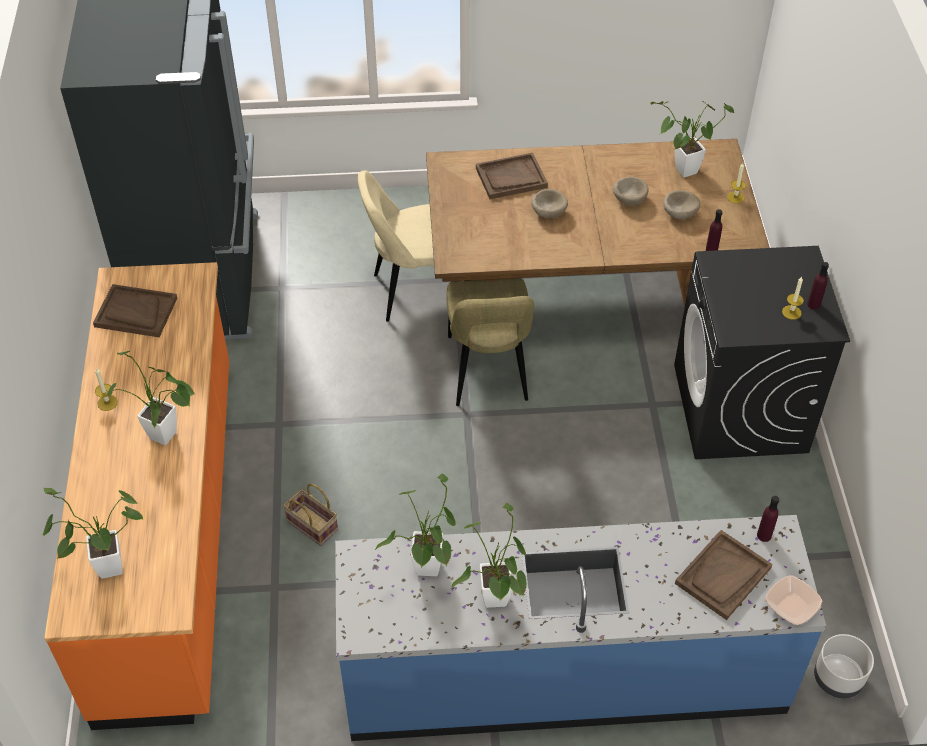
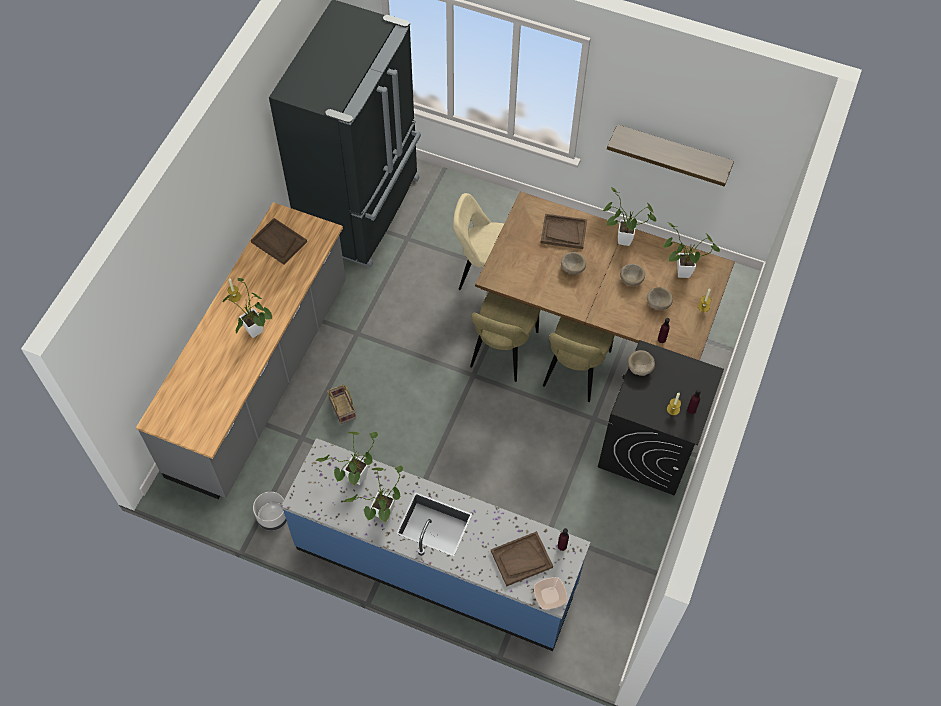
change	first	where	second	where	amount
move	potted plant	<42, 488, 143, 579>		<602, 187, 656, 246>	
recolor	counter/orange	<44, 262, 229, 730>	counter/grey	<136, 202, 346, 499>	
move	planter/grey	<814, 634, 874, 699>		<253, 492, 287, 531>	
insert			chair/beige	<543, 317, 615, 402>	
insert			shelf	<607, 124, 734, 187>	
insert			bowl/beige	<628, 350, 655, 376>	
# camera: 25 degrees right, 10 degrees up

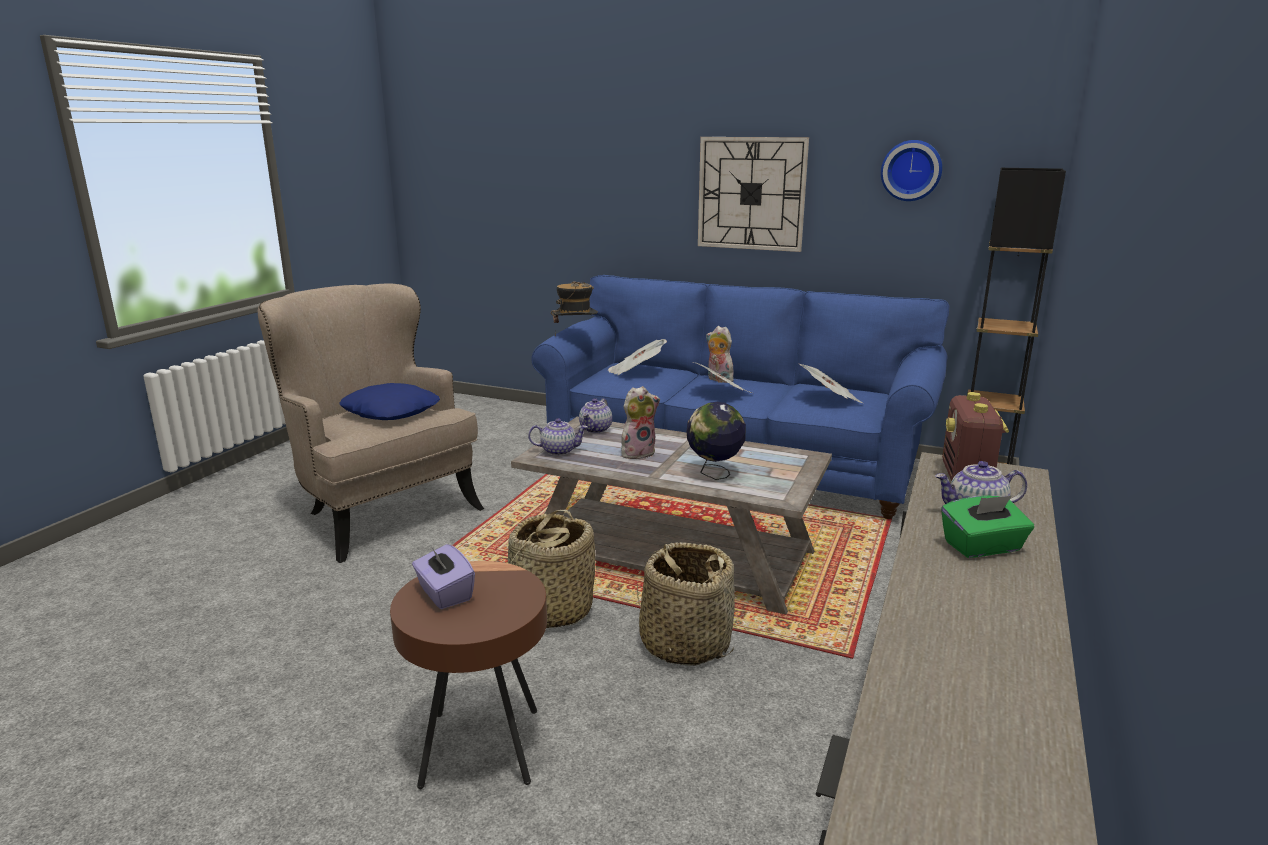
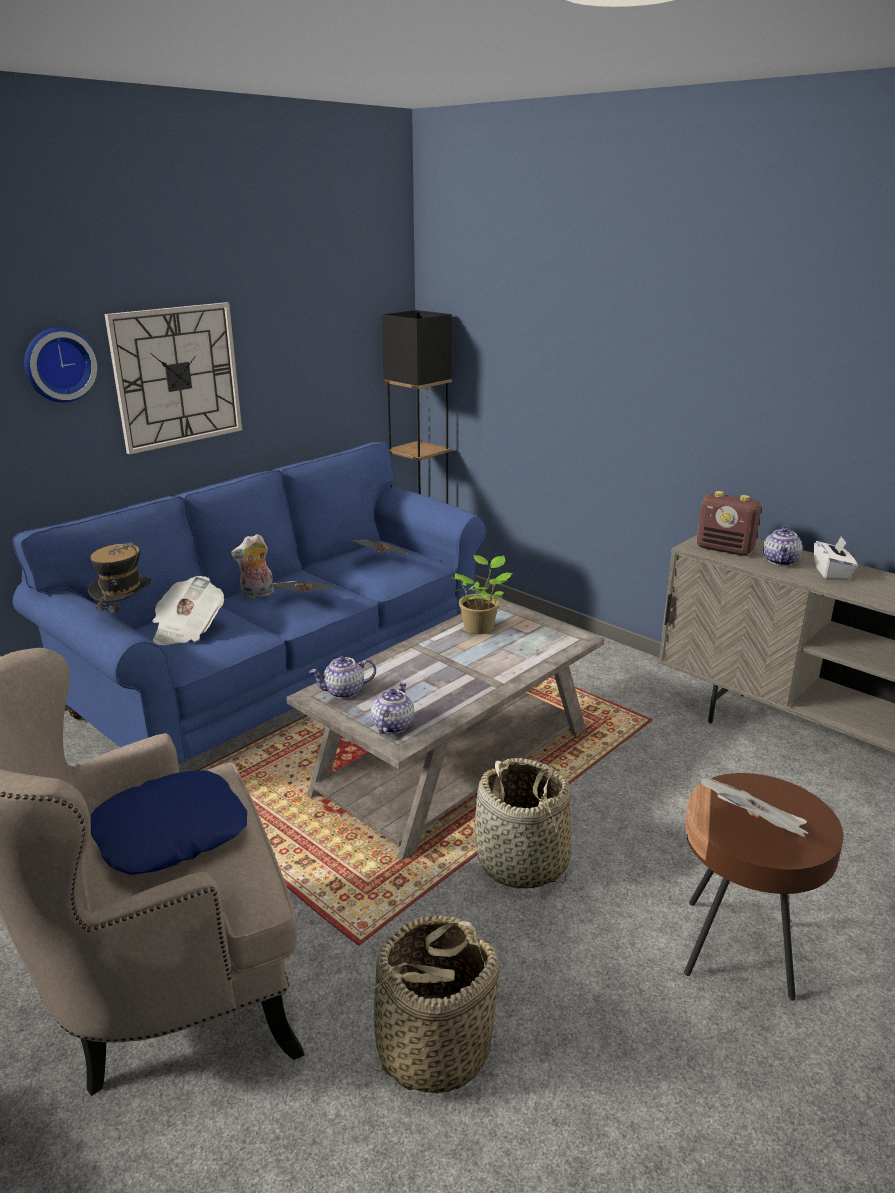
change	first	where	second	where	amount
replace	tissue box/purple	<412, 544, 475, 609>	newspaper	<701, 778, 809, 837>	
rotate	teapot	<579, 398, 612, 433>		<309, 656, 376, 699>	120 degrees clockwise
delete	plush toy	<621, 386, 660, 459>			
move	basket	<637, 542, 735, 666>		<350, 915, 499, 1094>	
delete	globe	<687, 402, 746, 480>			
move	wall clock	<881, 140, 942, 201>		<24, 327, 98, 403>	
recolor	tissue box/green	<941, 496, 1034, 558>	tissue box/white	<814, 536, 857, 580>	
insert			potted plant	<453, 555, 512, 634>	
# camera: 70 degrees left, 5 degrees up

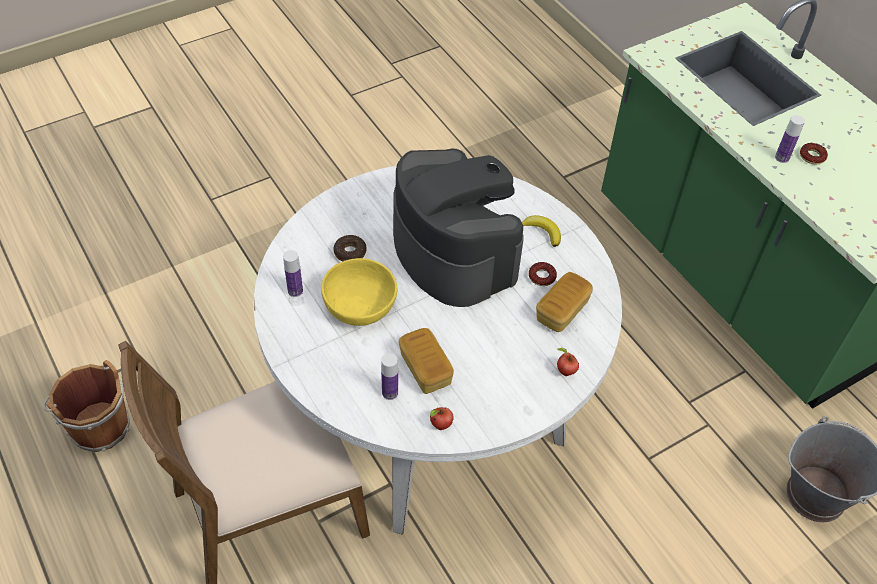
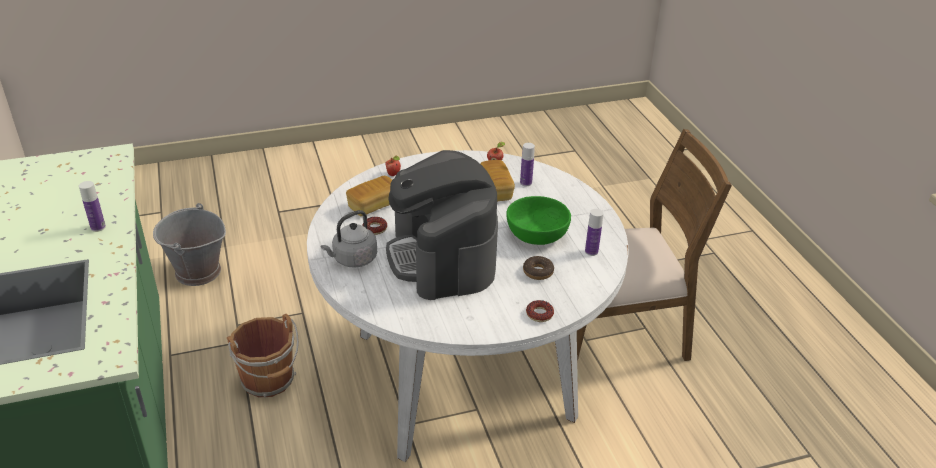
change	first	where	second	where	amount
move	bucket/brown	<43, 360, 130, 452>		<227, 314, 299, 397>	
recolor	bowl/yellow	<321, 258, 397, 326>	bowl/green	<506, 196, 571, 245>	
replace	banana	<522, 215, 561, 247>	kettle/grey	<321, 210, 377, 268>	
move	donut	<800, 143, 828, 165>		<526, 300, 554, 322>	
# camera: 165 degrees left, 15 degrees down

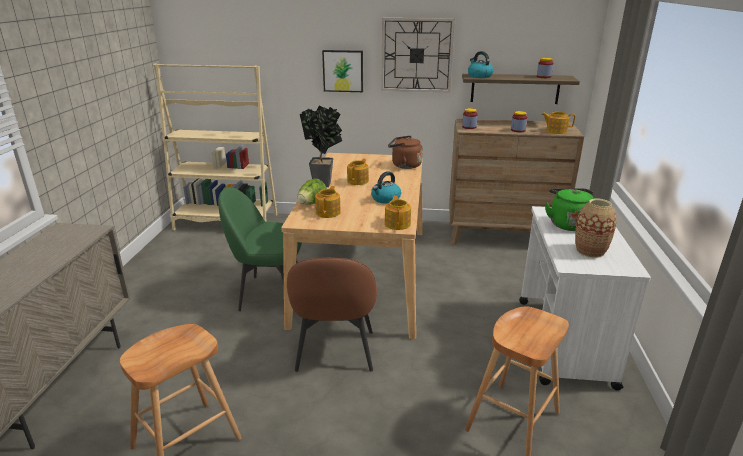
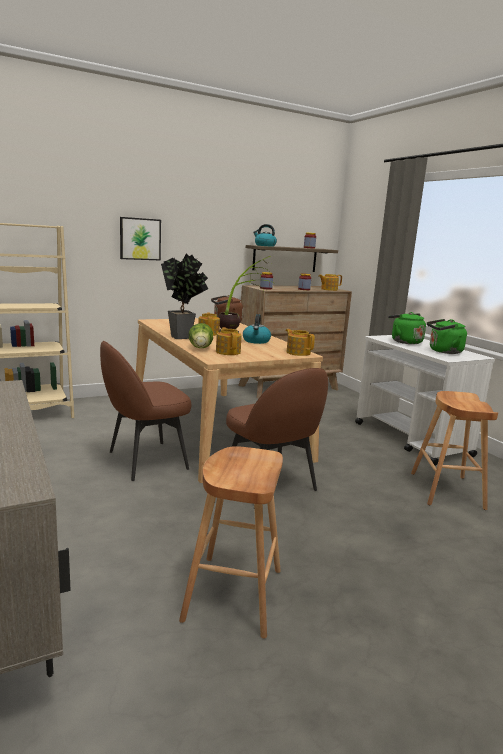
change	first	where	second	where	amount
recolor	chair/green	<218, 187, 302, 311>	chair/brown	<100, 341, 191, 481>	
delete	wall clock	<381, 18, 455, 92>			
replace	vase	<575, 198, 617, 258>	kettle/green	<427, 319, 467, 354>	
insert			potted plant	<218, 256, 273, 333>	
# camera: 35 degrees left, 10 degrees down

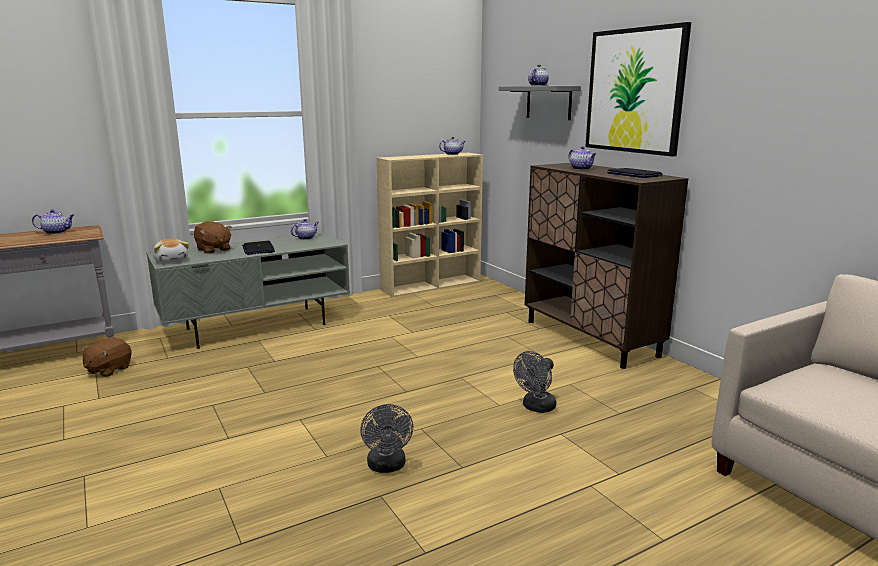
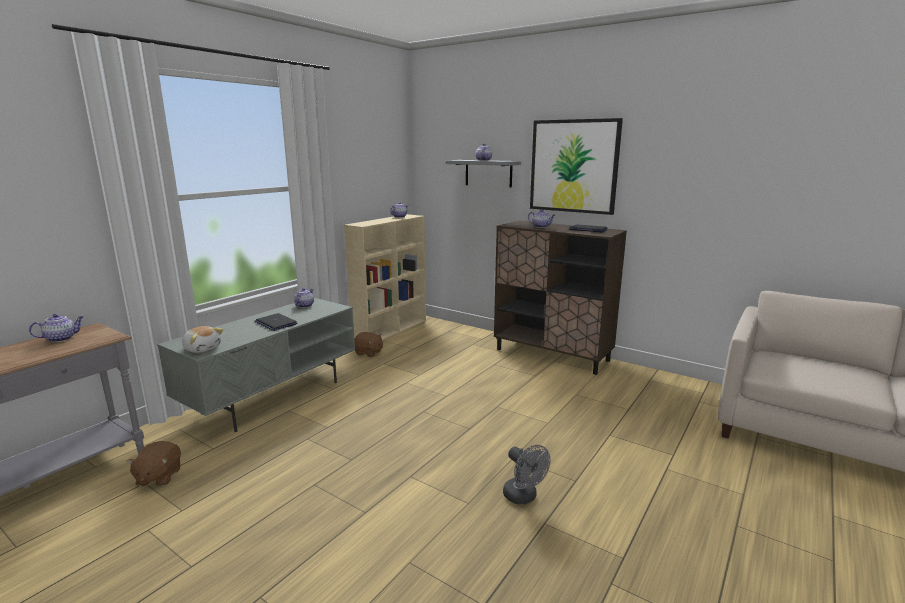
change	first	where	second	where	amount
move	plush toy/brown	<194, 221, 232, 254>		<354, 332, 383, 357>	
delete	fan/grey	<513, 351, 556, 413>			
# camera: 25 degrees left, 0 degrees up

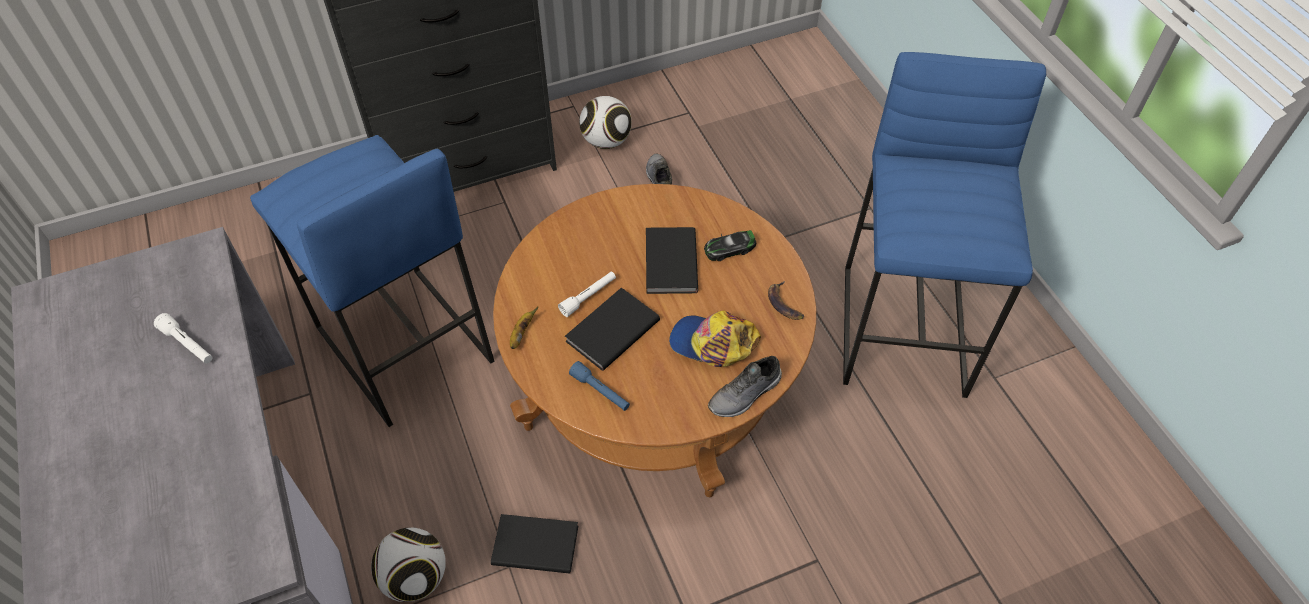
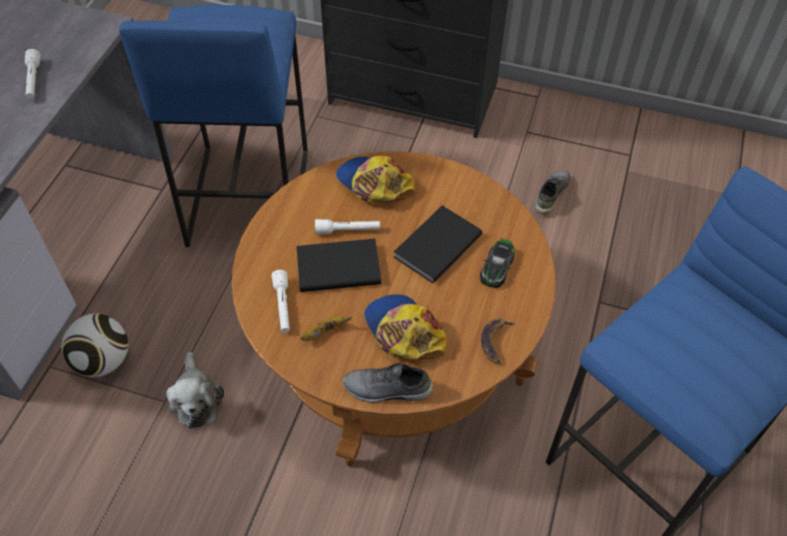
change	first	where	second	where	amount
replace	book/black	<491, 514, 578, 574>	plush toy	<166, 352, 224, 429>	
move	banana	<510, 307, 538, 349>		<301, 316, 352, 341>	
recolor	flashlight/blue	<569, 361, 630, 411>	flashlight/white	<272, 270, 290, 333>	
delete	football	<579, 96, 632, 149>			
rotate	toy car	<704, 230, 756, 261>		<480, 238, 514, 288>	90 degrees counterclockwise
insert			cap	<336, 156, 415, 204>	
# camera: 40 degrees right, 0 degrees up

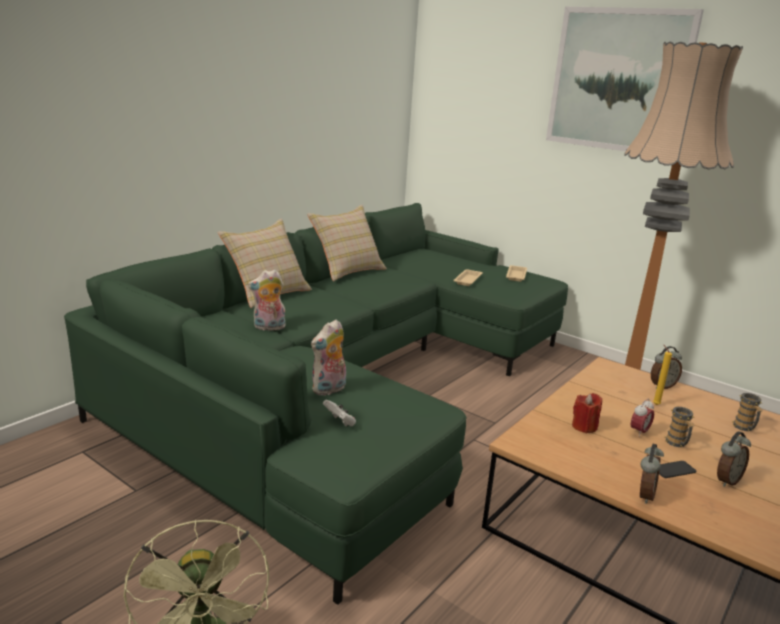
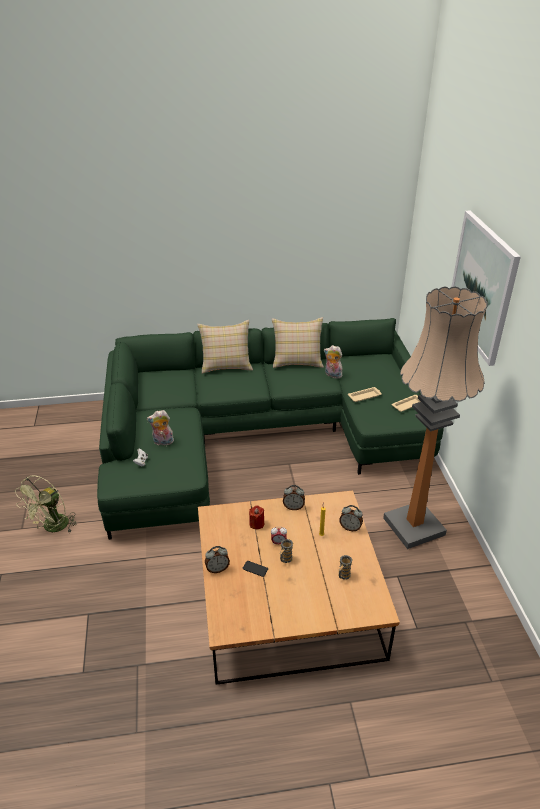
change	first	where	second	where	amount
move	plush toy	<248, 269, 286, 330>		<324, 345, 343, 379>	
move	alarm clock	<717, 431, 751, 487>		<283, 485, 305, 510>	
# camera: 45 degrees right, 15 degrees up

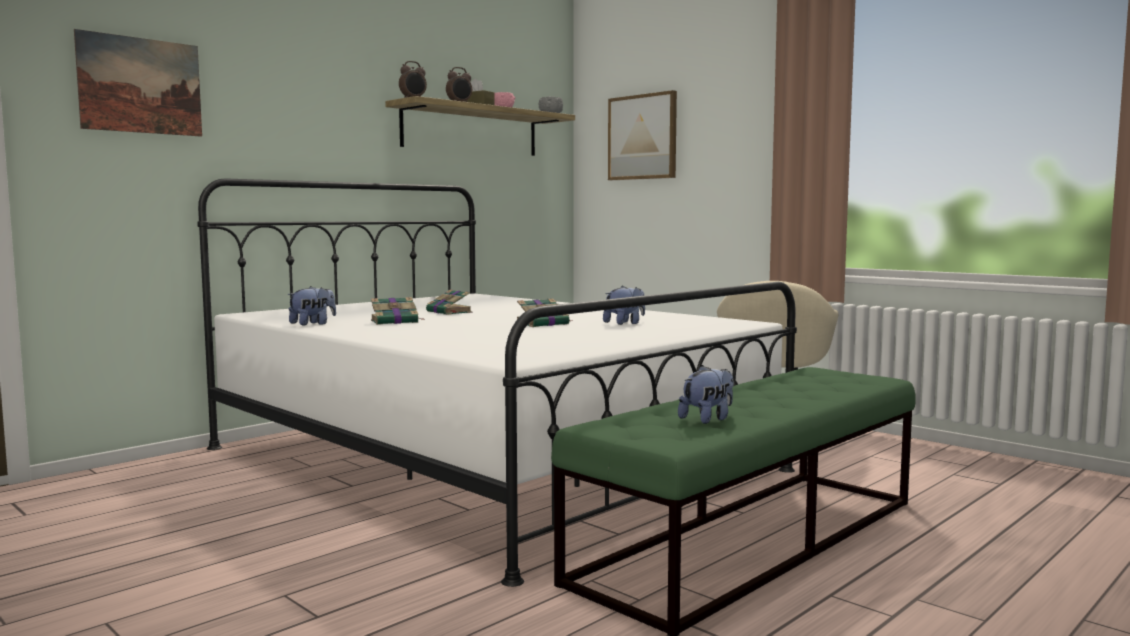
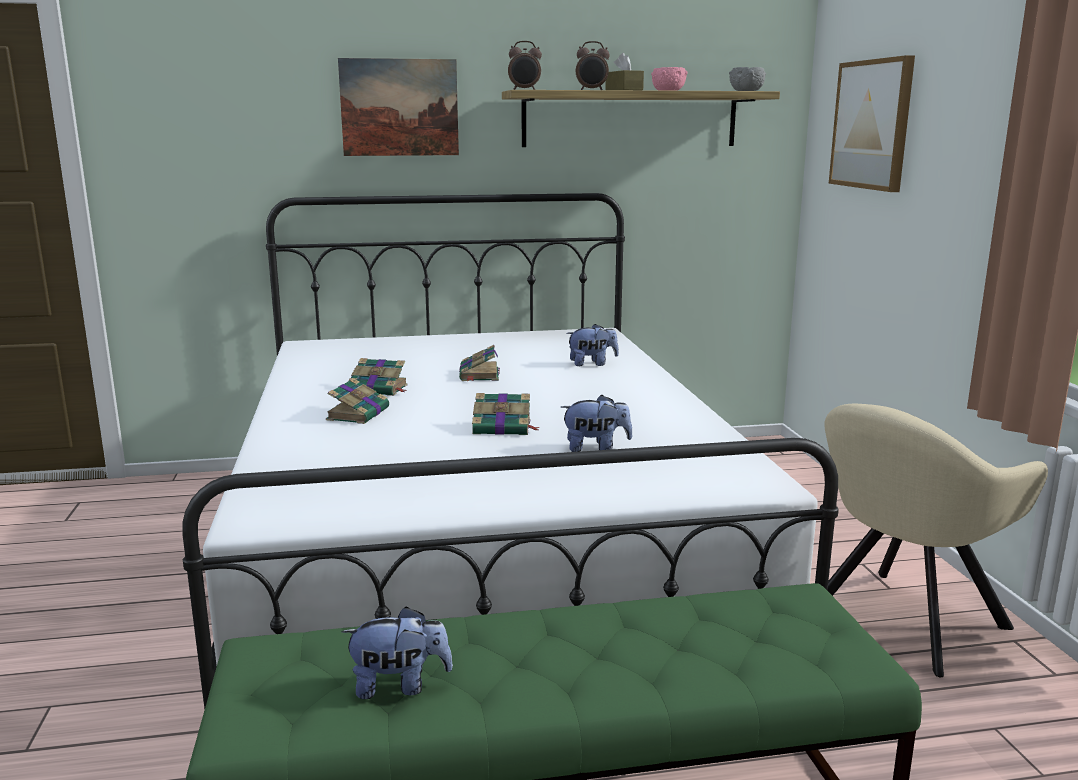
change	first	where	second	where	amount
move	picture	<74, 29, 202, 136>		<338, 58, 459, 156>	
move	plush toy	<287, 286, 336, 325>		<566, 324, 619, 366>	
insert			book	<326, 378, 389, 424>	
# camera: 35 degrees right, 10 degrees up

